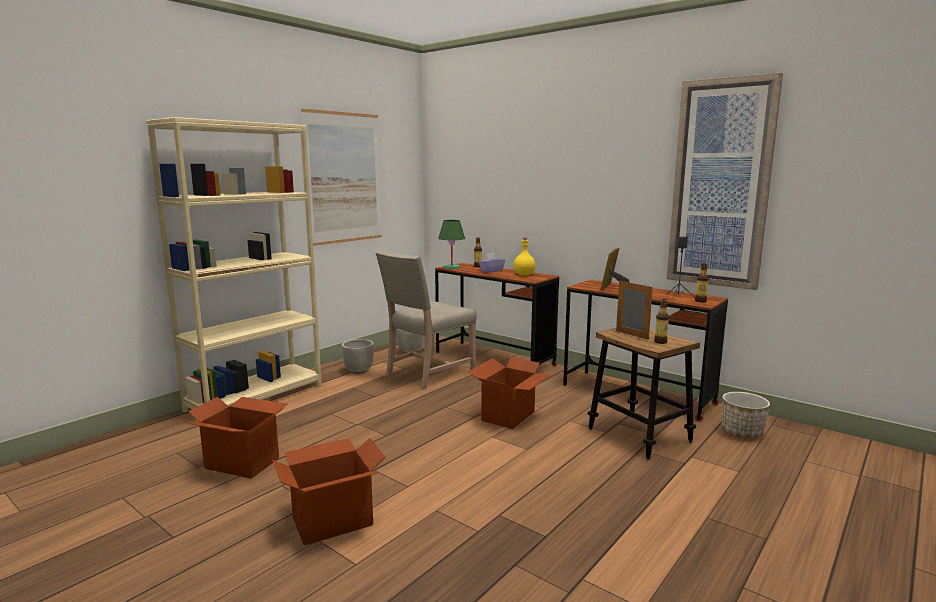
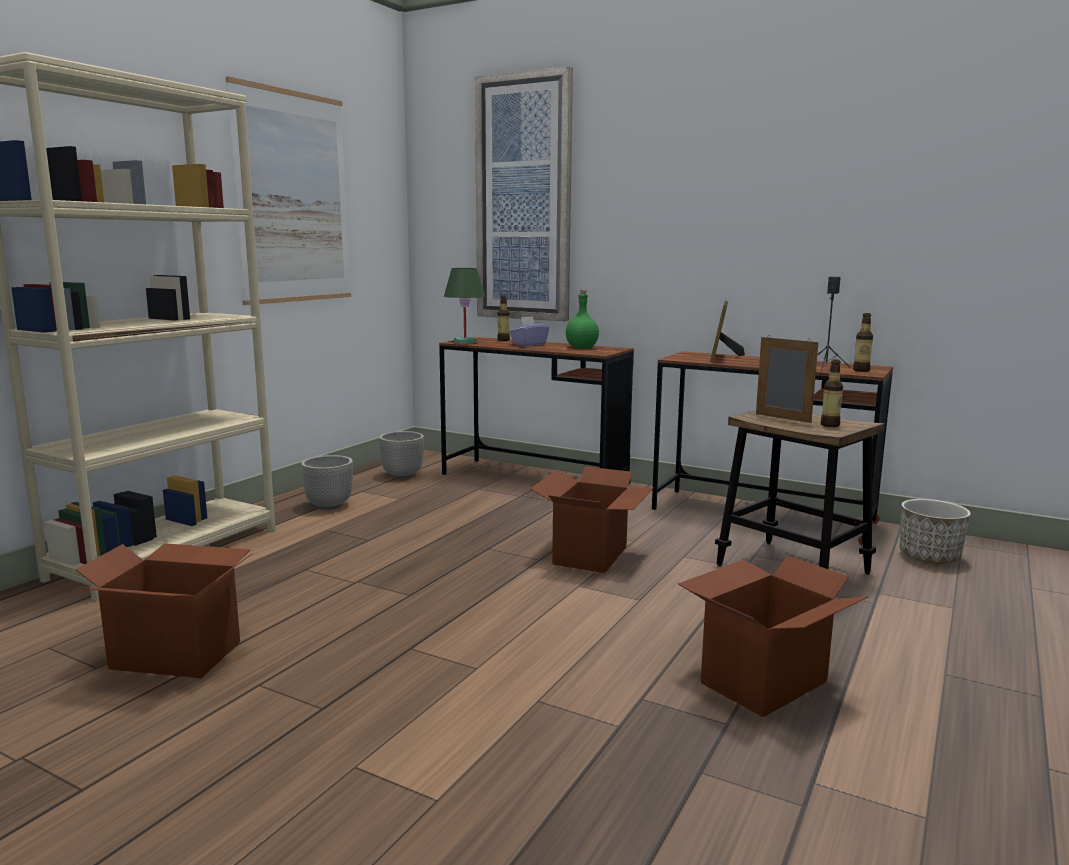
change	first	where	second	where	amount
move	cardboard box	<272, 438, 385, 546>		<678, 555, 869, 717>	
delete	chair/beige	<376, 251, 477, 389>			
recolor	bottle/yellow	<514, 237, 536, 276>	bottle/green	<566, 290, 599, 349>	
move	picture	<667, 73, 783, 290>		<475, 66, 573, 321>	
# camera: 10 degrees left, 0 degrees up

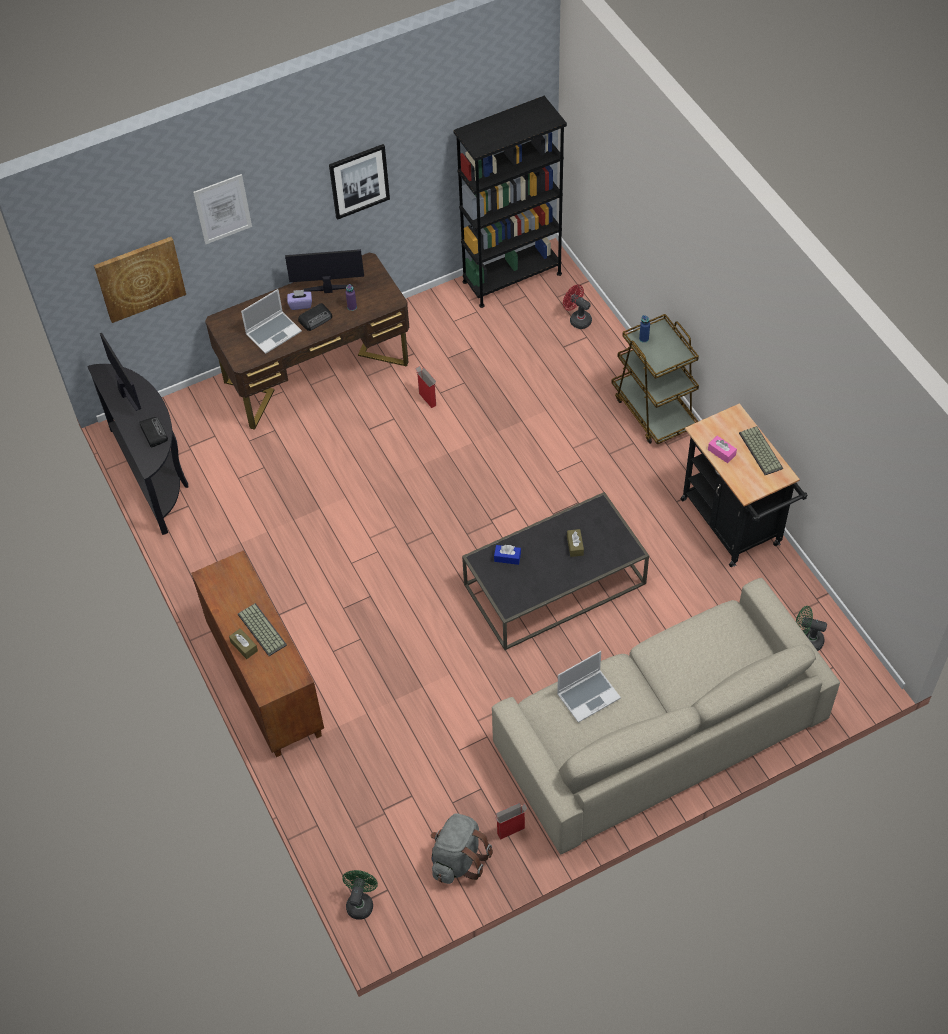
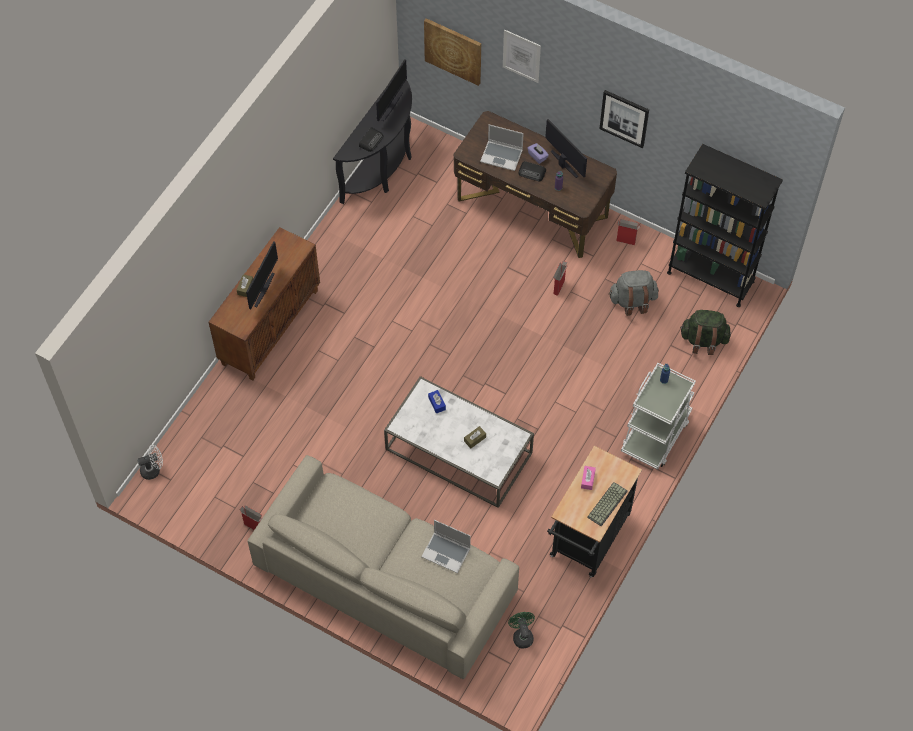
change	first	where	second	where	amount
replace	keyboard	<238, 603, 287, 656>	monitor	<246, 241, 278, 309>	
recolor	fan/green	<342, 870, 378, 920>	fan/white	<138, 444, 163, 480>	
move	backpack/grey	<431, 813, 493, 884>		<609, 270, 659, 316>	
recolor	coffee table/black	<462, 492, 649, 650>	coffee table/white	<384, 376, 534, 508>	
move	laptop	<557, 651, 621, 723>		<421, 520, 471, 573>	
replace	fan/red	<563, 285, 592, 329>	backpack/green	<680, 310, 731, 355>	
recolor	cart/brown	<611, 314, 699, 445>	cart/white	<621, 363, 696, 470>	
insert			cardboard box	<616, 219, 641, 245>	
# camera: 55 degrees right, 5 degrees up

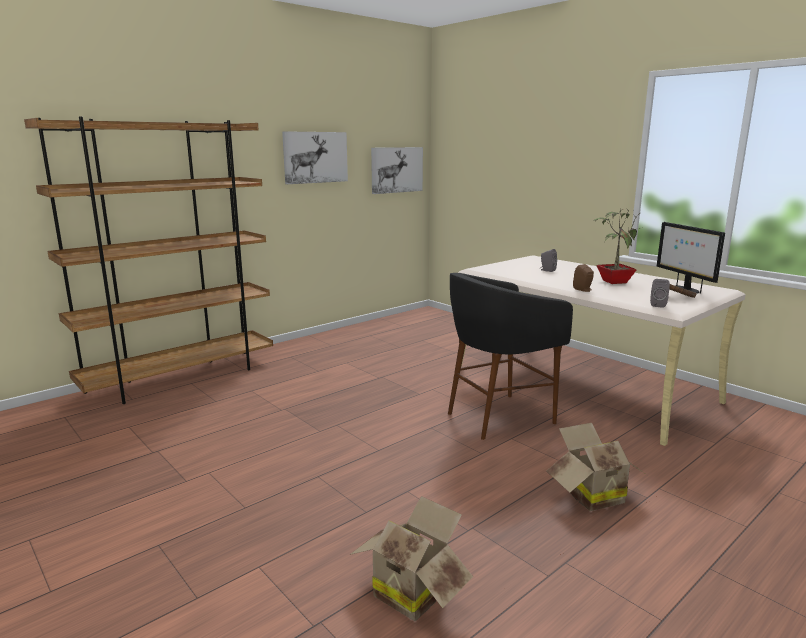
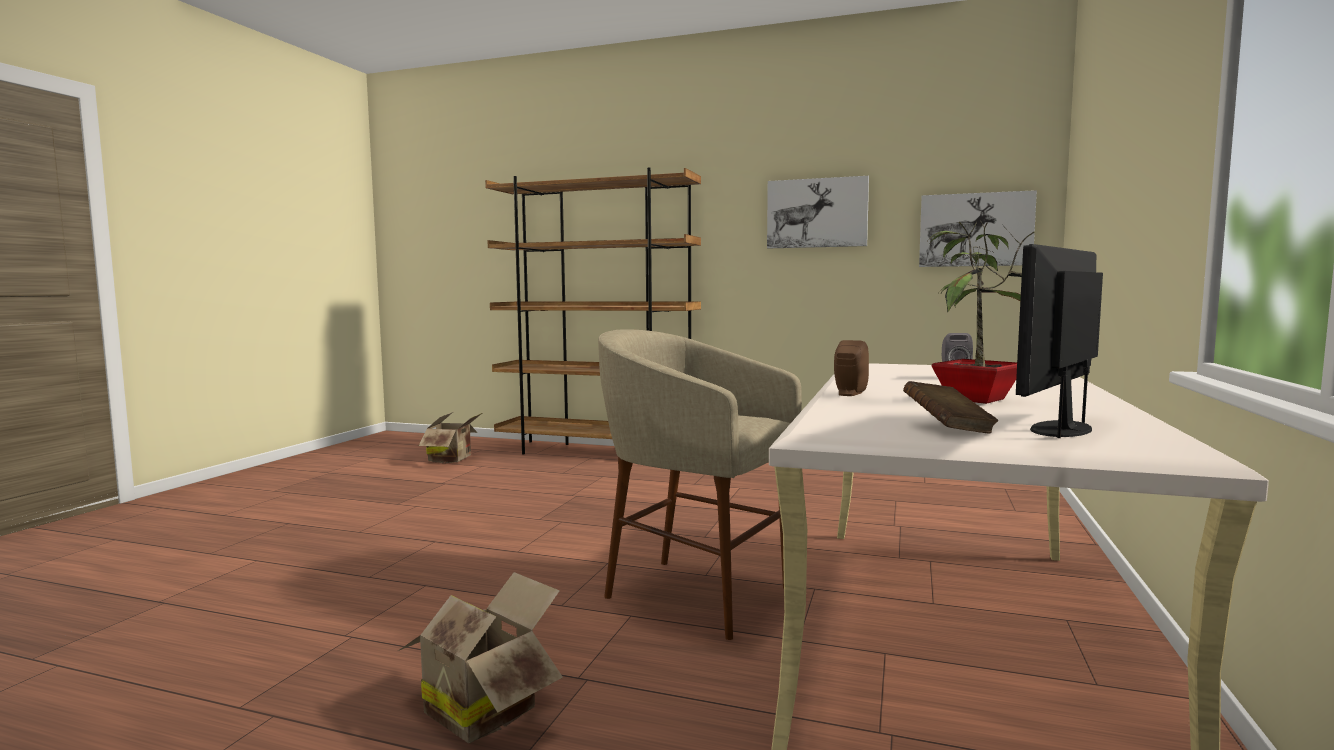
change	first	where	second	where	amount
move	cardboard box	<350, 496, 473, 621>		<419, 412, 482, 463>	
recolor	stool/black	<448, 273, 573, 440>	stool/beige	<598, 329, 802, 640>	
delete	speaker/grey	<650, 279, 670, 308>			
# camera: 60 degrees right, 10 degrees down

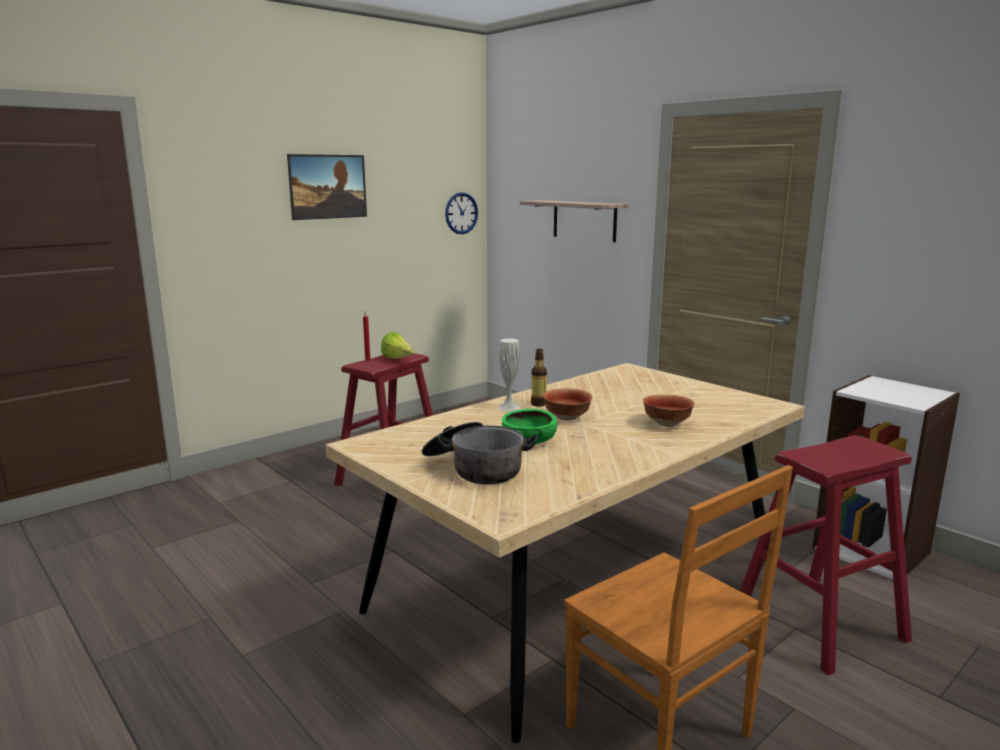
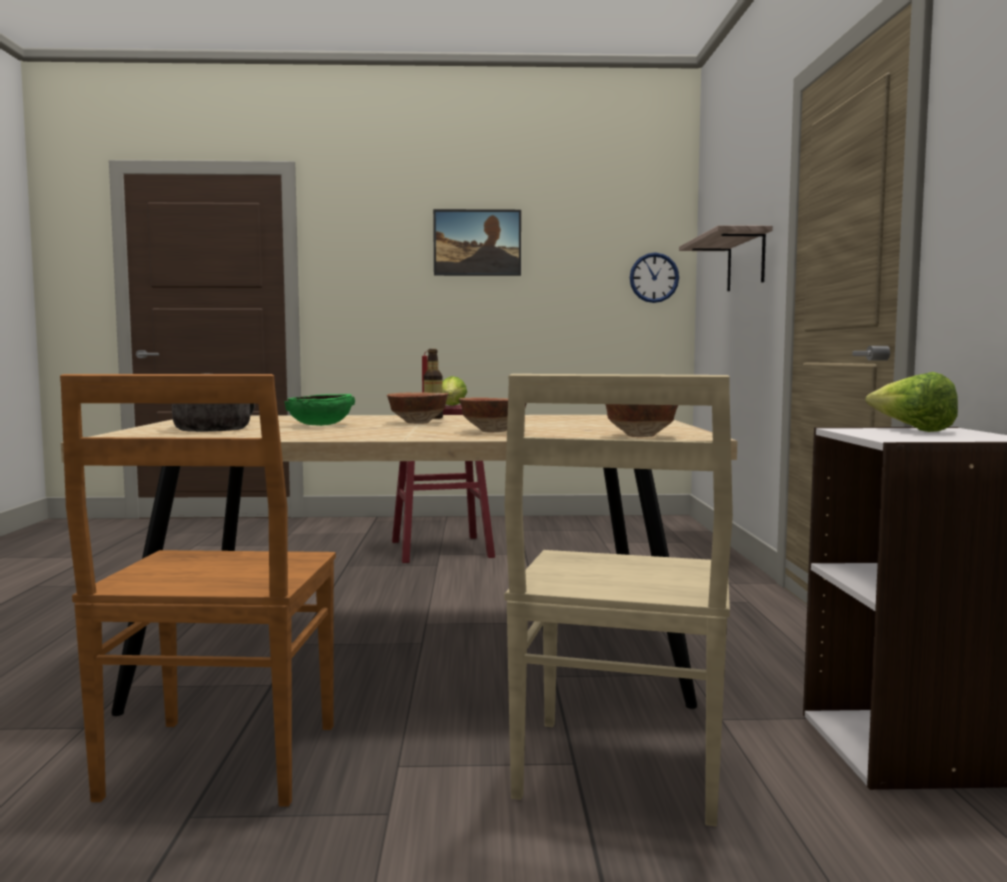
change	first	where	second	where	amount
delete	vase/white	<498, 339, 521, 411>			
replace	stool/red	<740, 436, 912, 675>	chair/beige	<505, 374, 733, 826>	
insert			bowl	<605, 404, 678, 437>	
insert			lettuce	<866, 372, 958, 432>	
# camera: 40 degrees right, 10 degrees down

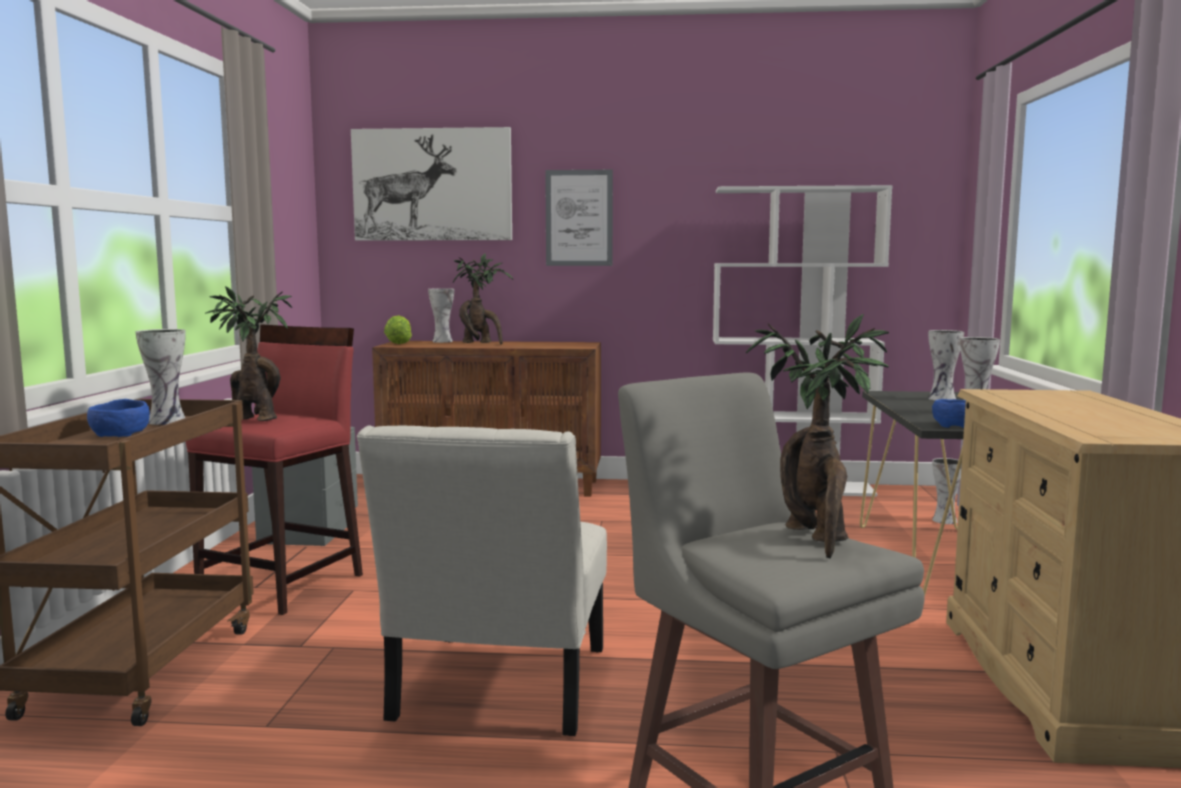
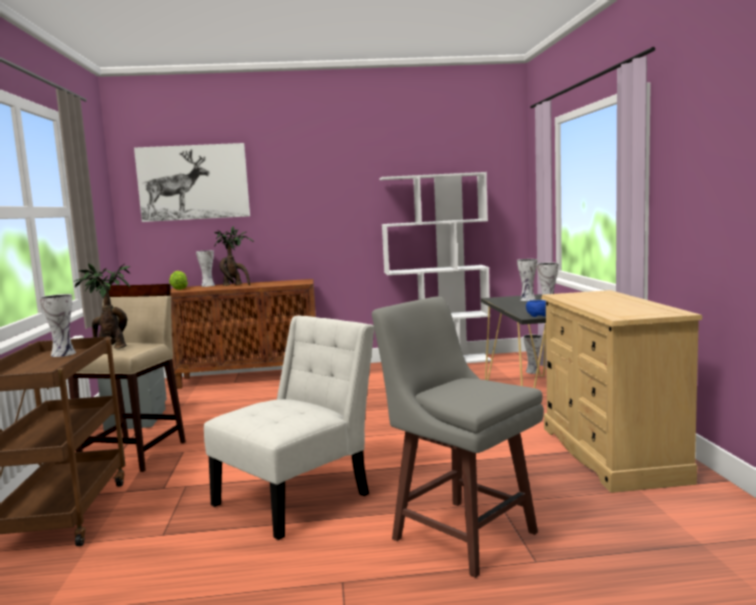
change	first	where	second	where	amount
delete	bowl/blue	<87, 399, 150, 437>			
recolor	stool/red	<185, 324, 363, 615>	stool/beige	<68, 284, 186, 472>	
rotate	chair/white	<357, 425, 607, 736>		<204, 316, 374, 540>	135 degrees counterclockwise
delete	picture	<545, 170, 613, 266>			
delete	potted plant	<746, 314, 889, 558>			
# camera: 10 degrees left, 0 degrees up

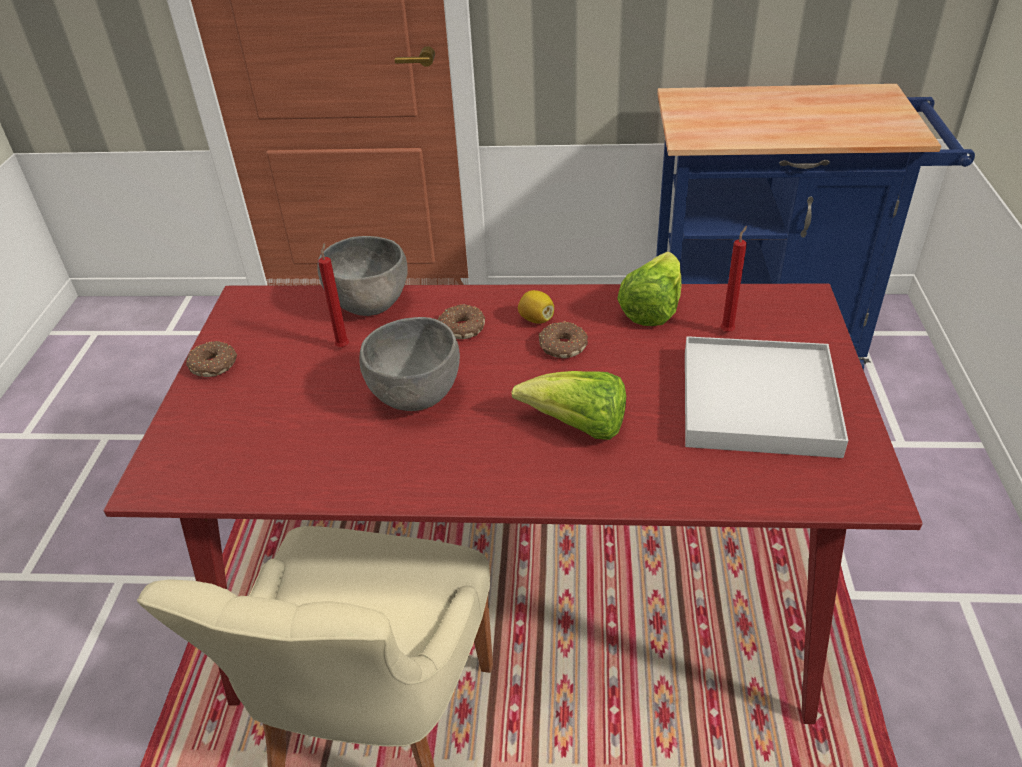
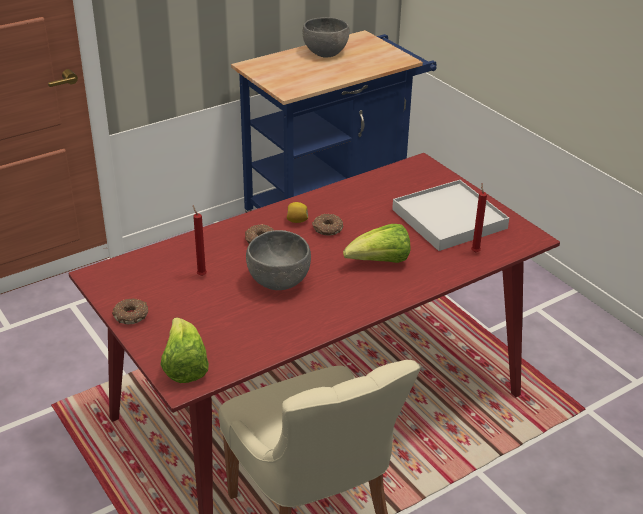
change	first	where	second	where	amount
move	bowl/grey	<318, 236, 408, 316>		<303, 17, 350, 58>	
move	lettuce	<617, 252, 682, 326>		<160, 317, 209, 383>	
move	candle/red	<721, 226, 747, 332>		<471, 183, 487, 253>	
# camera: 40 degrees left, 5 degrees down

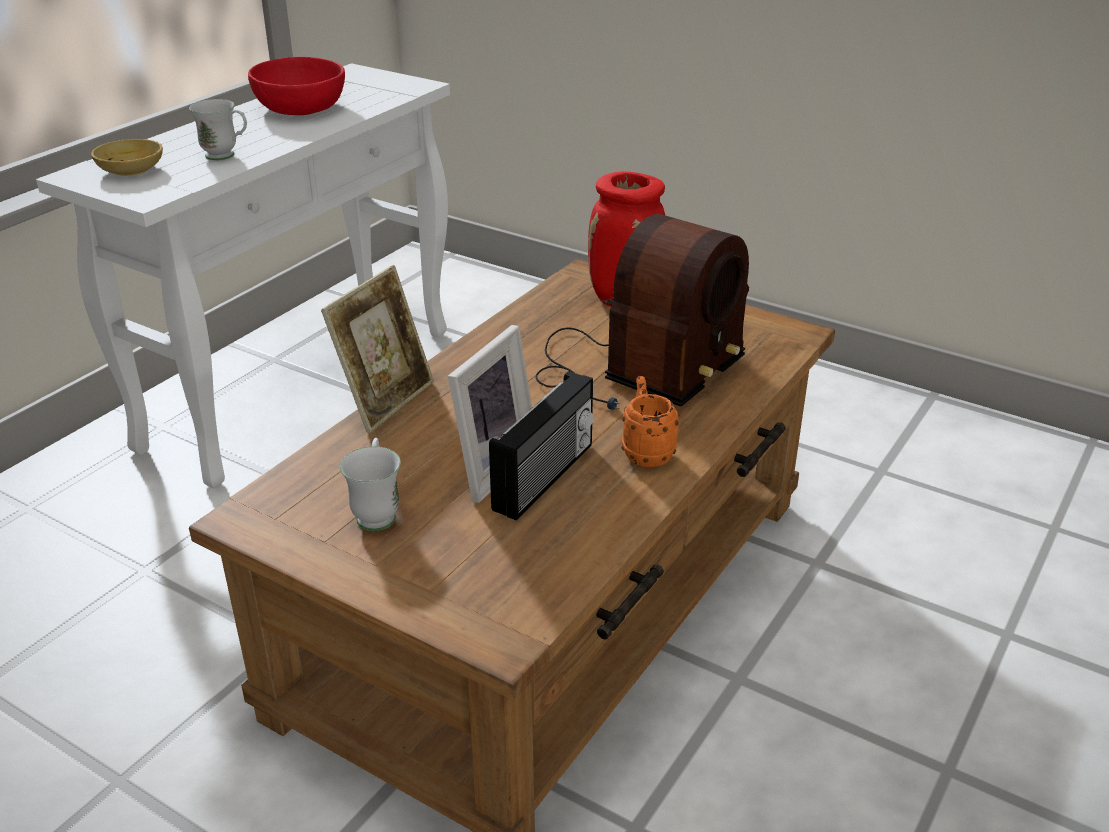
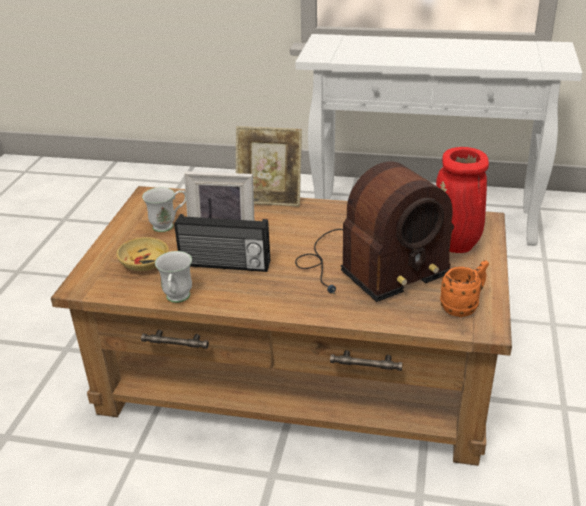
change	first	where	second	where	amount
move	bowl/beige	<91, 139, 163, 176>		<116, 237, 169, 271>	
move	mug/white	<189, 99, 247, 160>		<155, 251, 192, 303>	
delete	bowl/red	<248, 57, 345, 115>			
rotate	radio	<535, 214, 749, 410>		<295, 161, 454, 302>	45 degrees counterclockwise
move	mug/orange	<622, 376, 679, 467>		<440, 260, 489, 317>	
# camera: 70 degrees right, 0 degrees up

